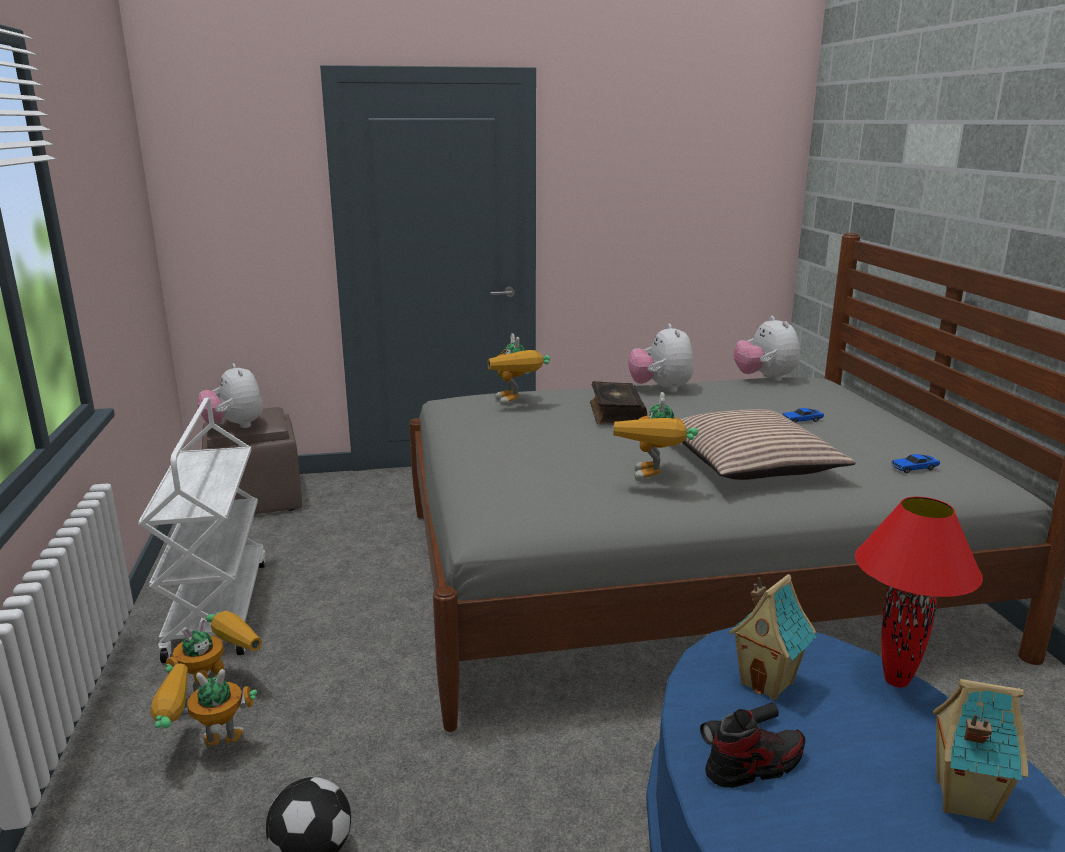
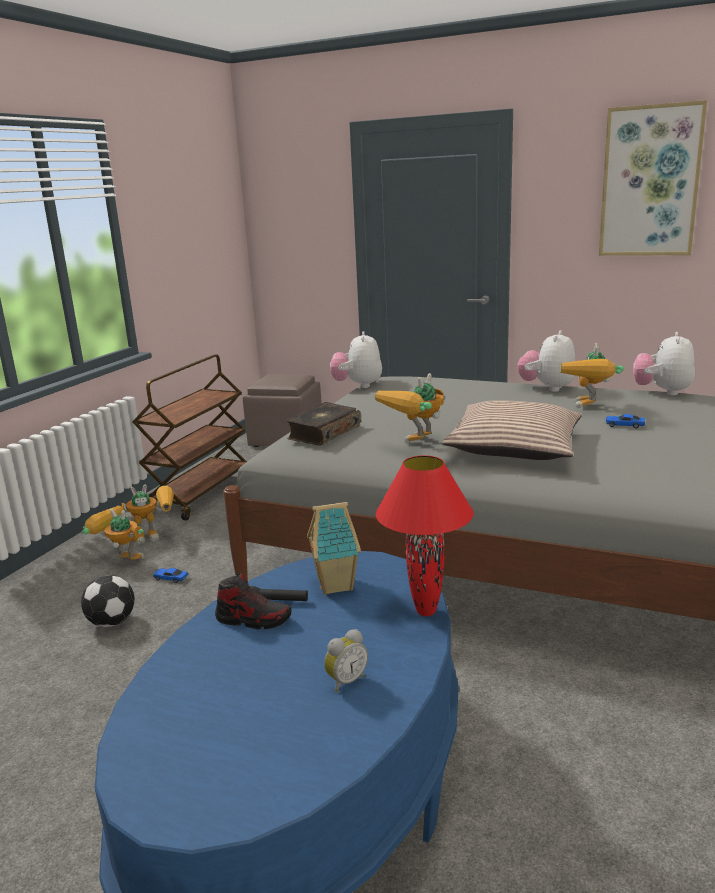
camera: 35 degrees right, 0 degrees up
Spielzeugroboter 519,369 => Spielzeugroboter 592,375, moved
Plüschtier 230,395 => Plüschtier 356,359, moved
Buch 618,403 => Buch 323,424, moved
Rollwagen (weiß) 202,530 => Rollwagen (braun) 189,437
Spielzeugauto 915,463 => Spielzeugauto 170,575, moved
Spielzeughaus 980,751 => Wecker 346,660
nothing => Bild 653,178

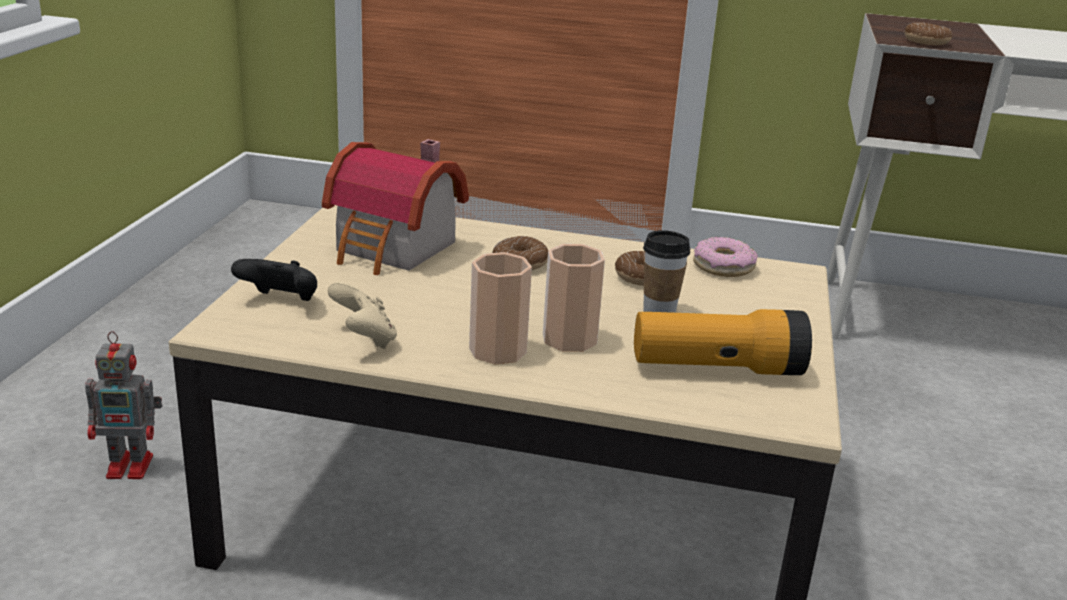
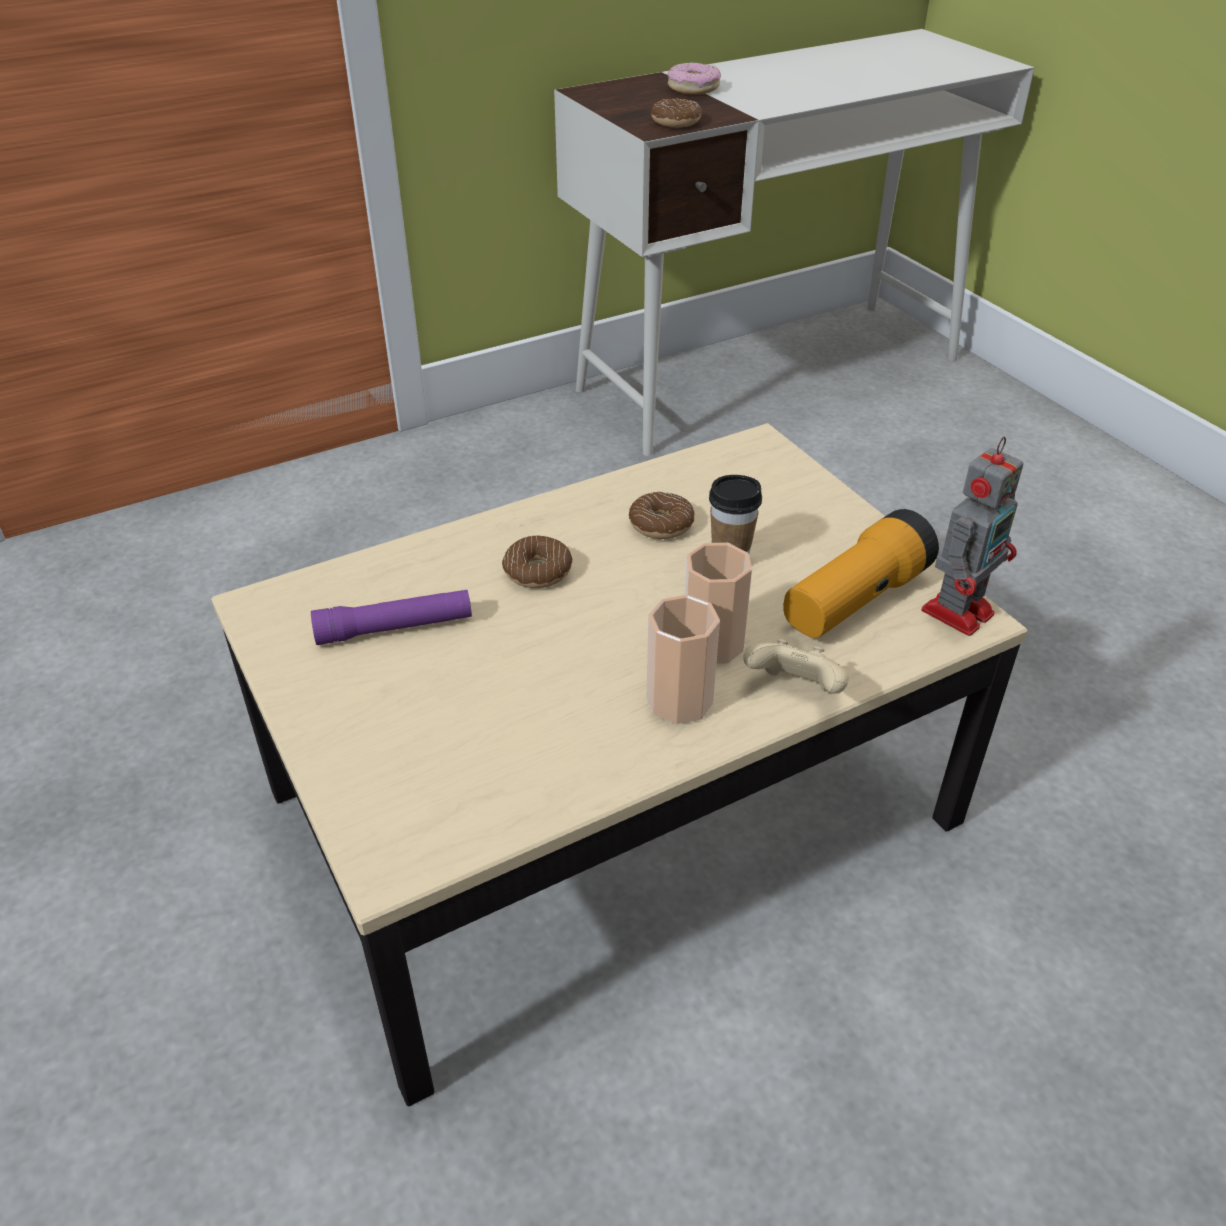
camera: 40 degrees left, 15 degrees up
Spielzeughaus 395,207 => Taschenlampe (lila) 391,617
Donut 725,257 => Donut 694,78, moved
Gamepad (schwarz) 274,280 => nothing
Gamepad (beige) 362,315 => Gamepad (beige) 796,666, moved
Spielzeugroboter 124,405 => Spielzeugroboter 972,536, moved

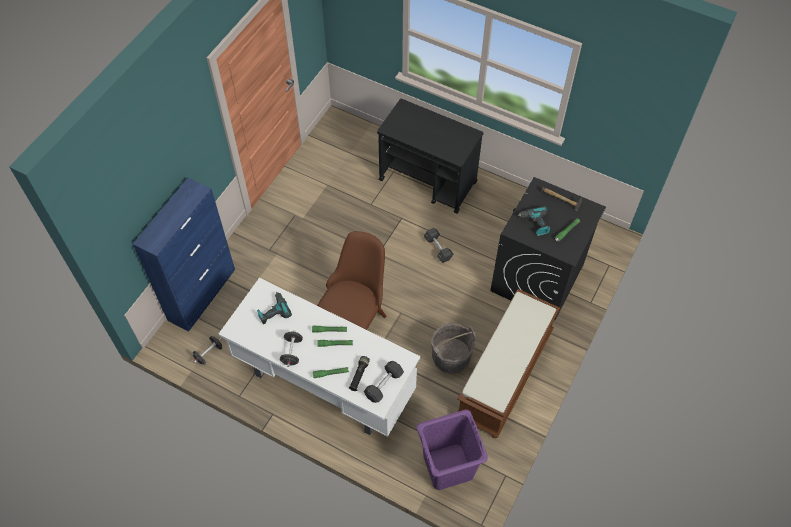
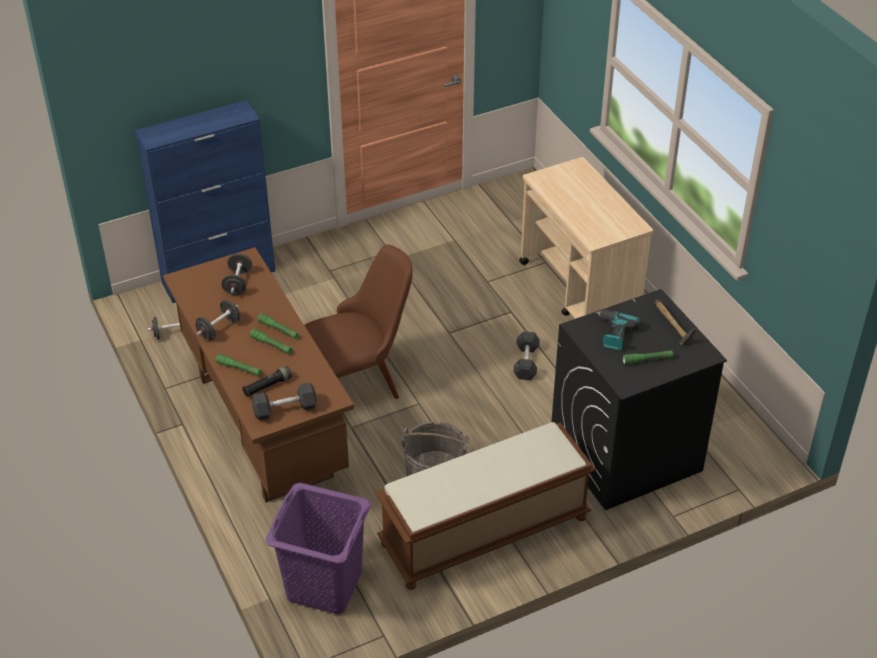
camera: 35 degrees right, 15 degrees down
Rollwagen (schwarz) 430,156 => Rollwagen (beige) 586,238
Schreibtisch (weiß) 319,357 => Schreibtisch (braun) 258,375
Bohrmaschine 274,308 => Hantel (schwarz) 237,274

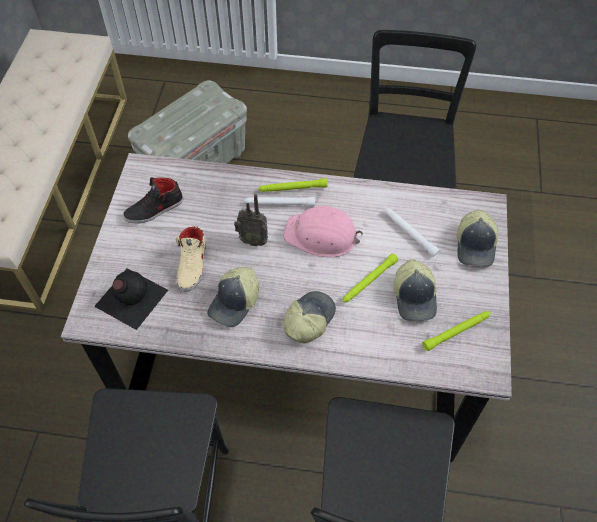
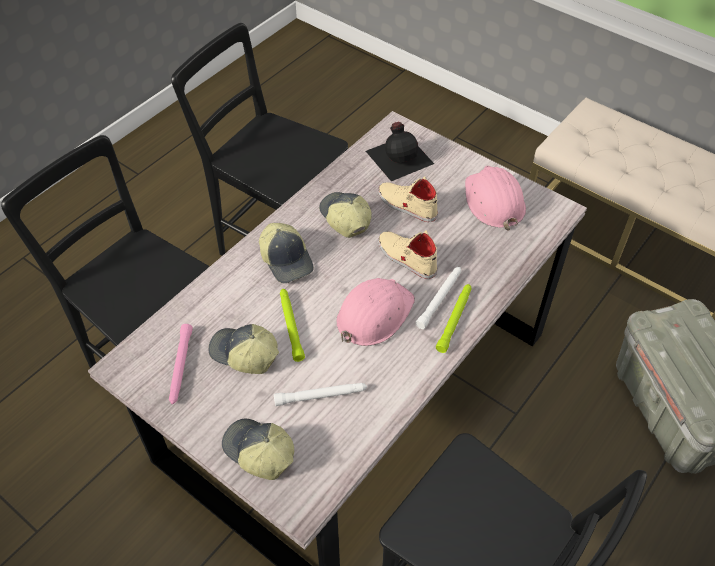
camera: 120 degrees right, 5 degrees down
Schuh (schwarz) 153,200 => Schutzhelm (rosa) 495,198
Radio 251,220 => Schuh (beige) 408,255
Taschenlampe (grün) 456,331 => Taschenlampe (rosa) 181,364

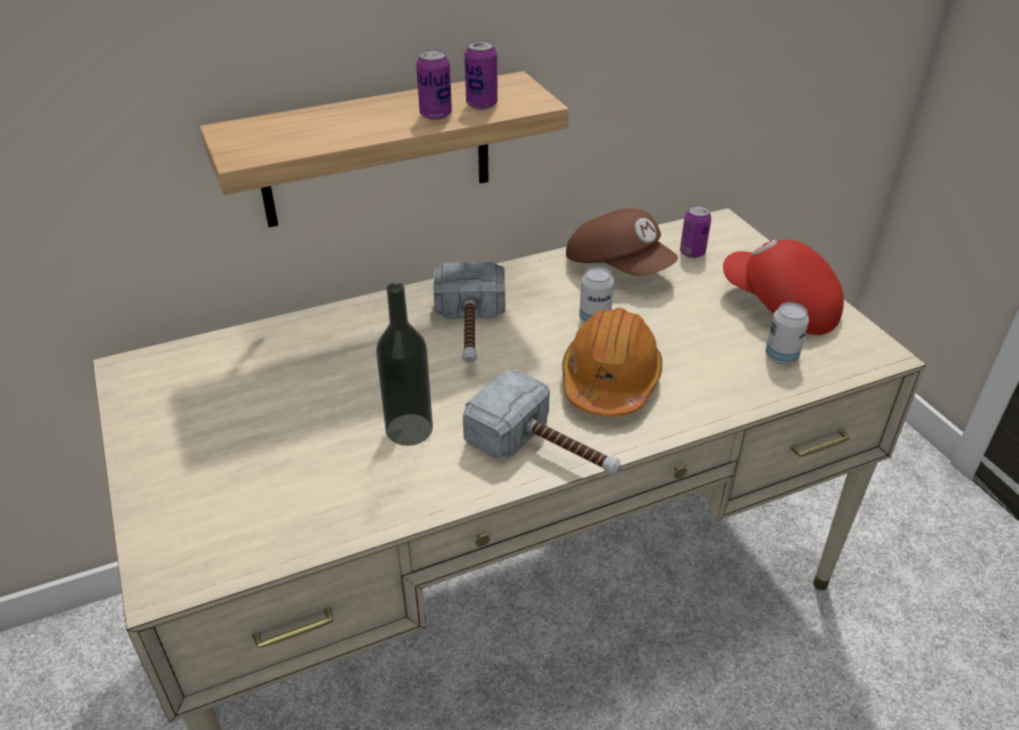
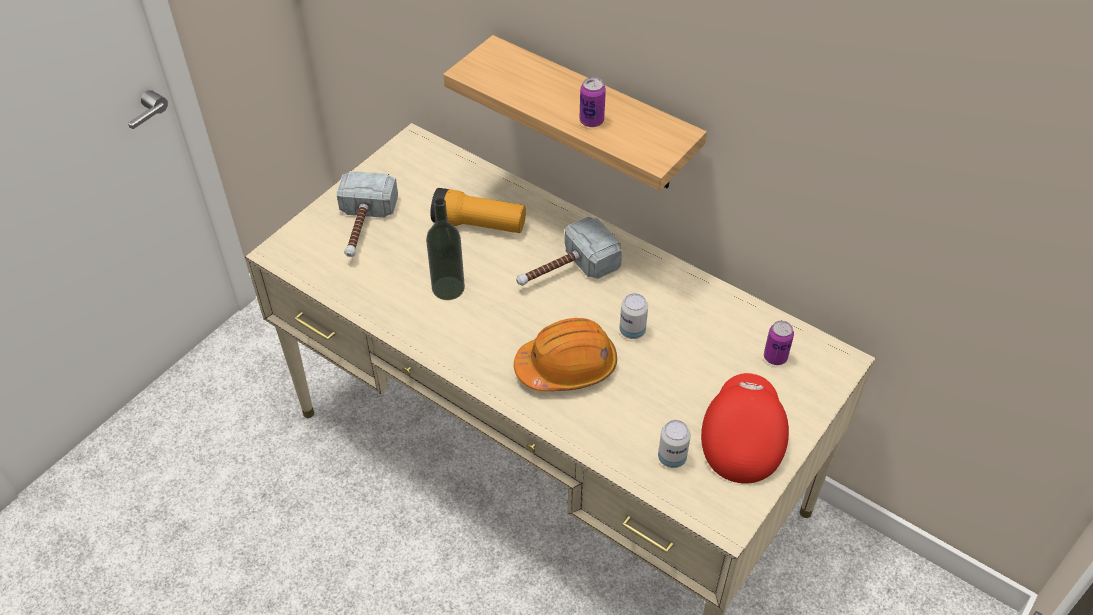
camera: 60 degrees right, 10 degrees up
Dose 481,74 => nothing
Kappe (braun) 622,242 => nothing
Hammer 542,422 => Hammer 367,214, moved
nothing => Taschenlampe 478,210

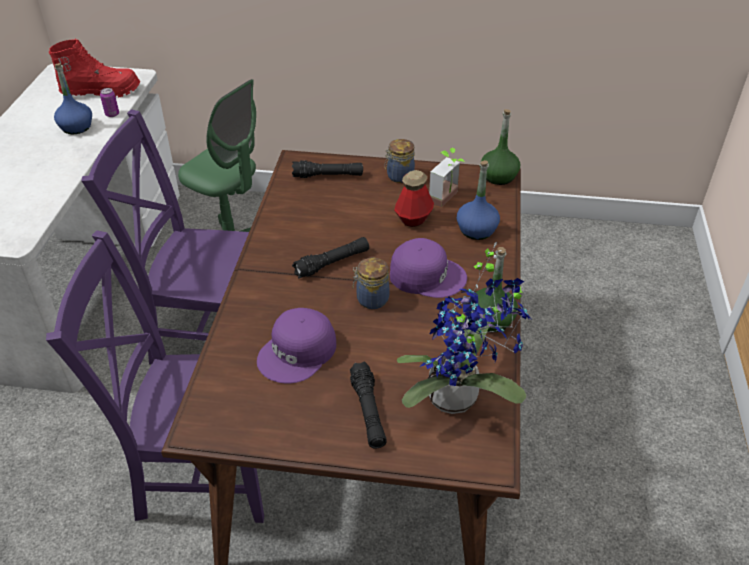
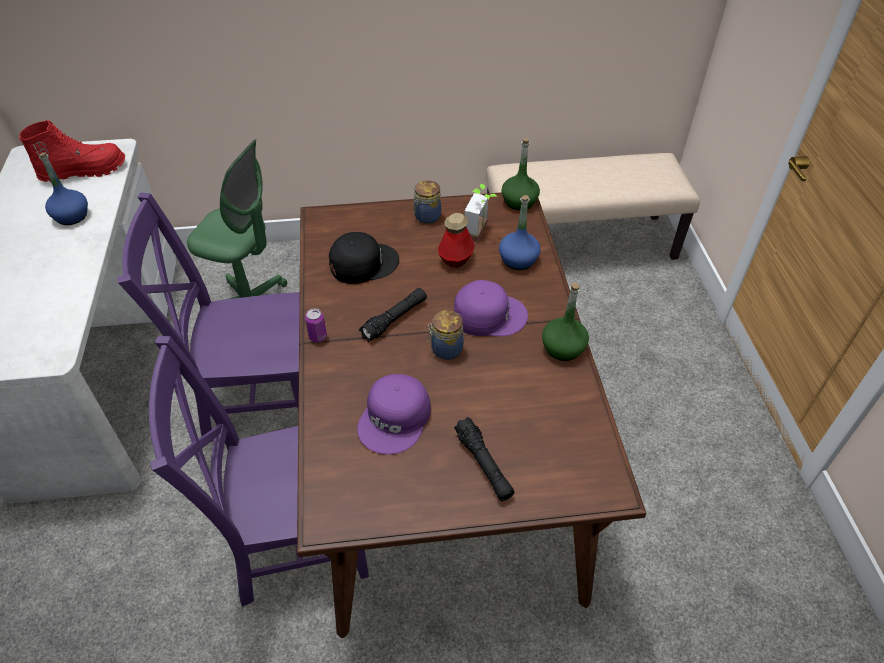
camera: 15 degrees left, 5 degrees up
Dose 109,102 => Dose 316,325, moved
Taschenlampe (schwarz) 327,169 => nothing
Topfpflanze 464,328 => nothing
nothing => Bank (beige) 593,206
nothing => Kappe (schwarz) 364,258

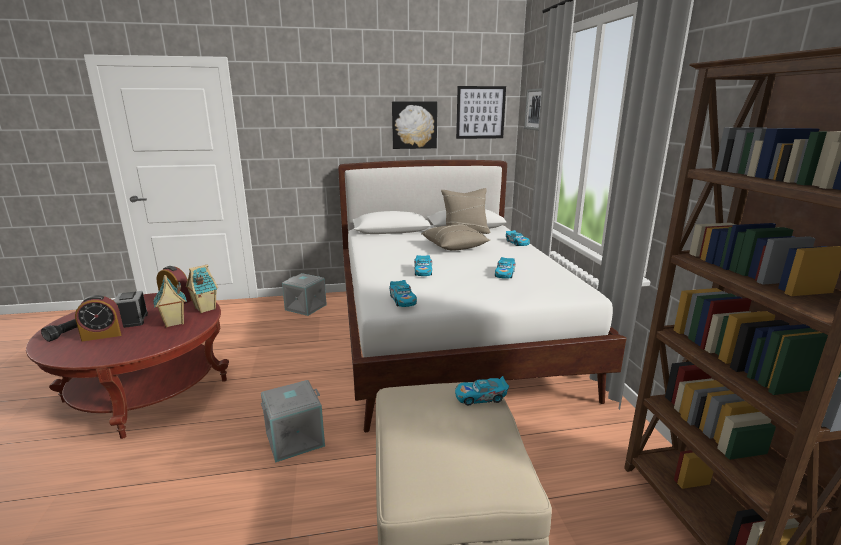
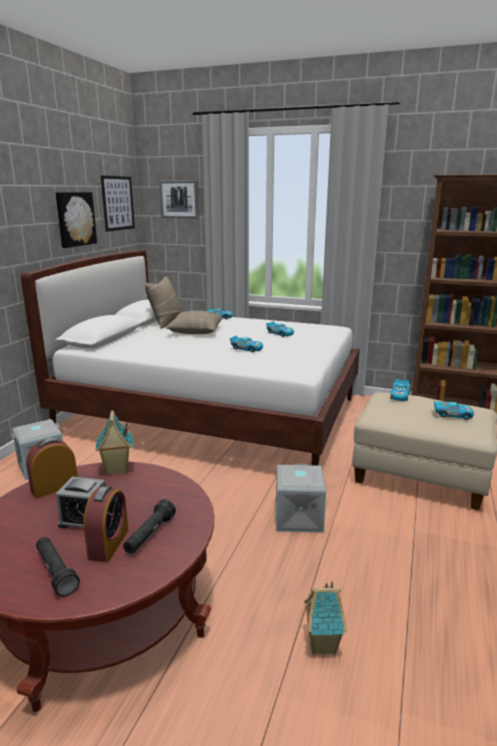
camera: 60 degrees left, 0 degrees up
Spielzeughaus 170,301 => Spielzeughaus 325,618, moved
Spielzeugauto 403,293 => Spielzeugauto 454,410, moved
nothing => Taschenlampe (schwarz) 149,526

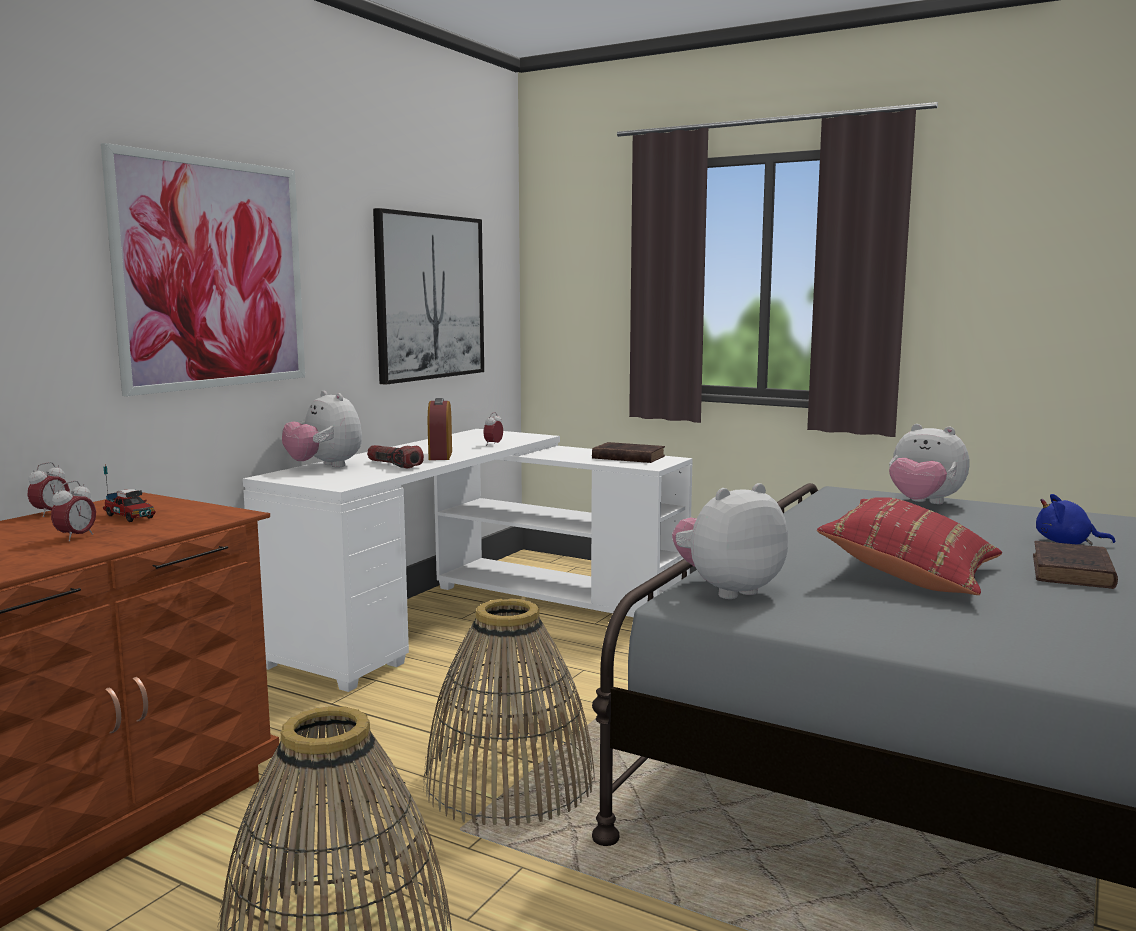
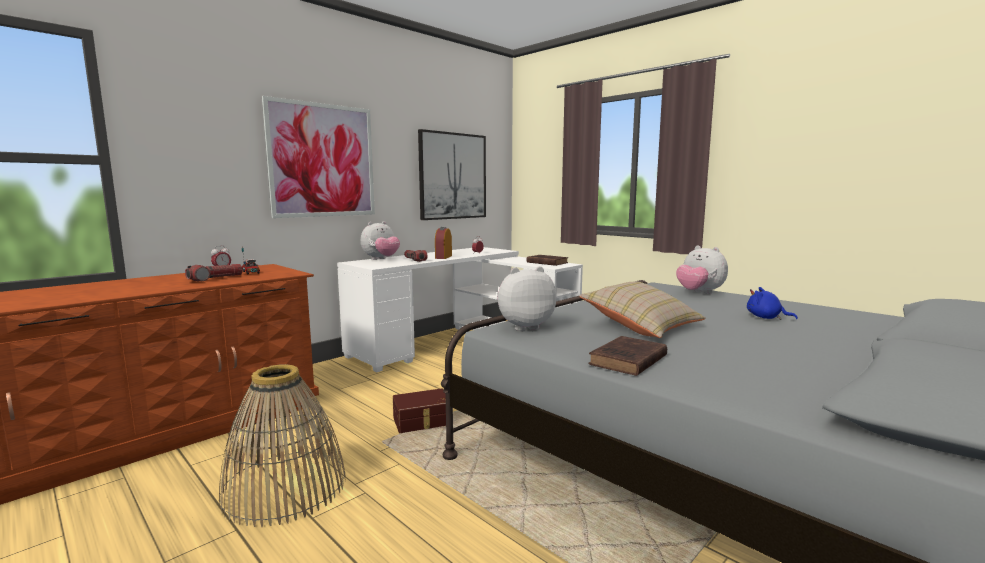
camera: 15 degrees right, 0 degrees up
Plüschtier 322,429 => Plüschtier 380,240, 105 degrees counterclockwise
Wecker 73,511 => Taschenlampe 214,273
Kissen (rot) 909,546 => Kissen (beige) 642,309
Buch (braun) 1075,565 => Buch (braun) 627,356, moved
Korb 509,712 => Aufbewahrungsbox (braun) 419,411

